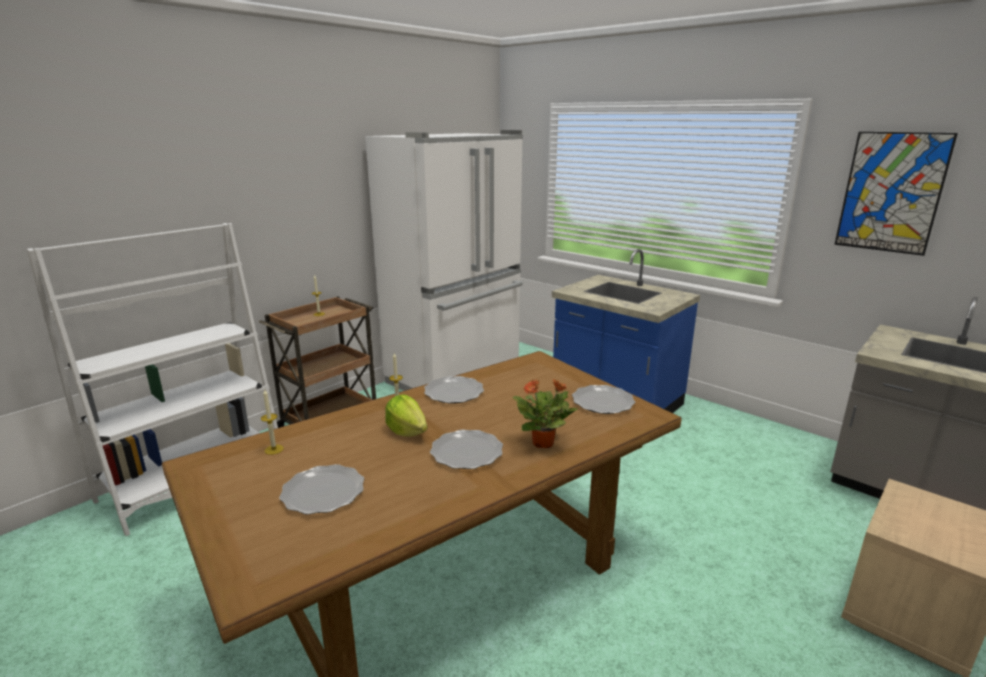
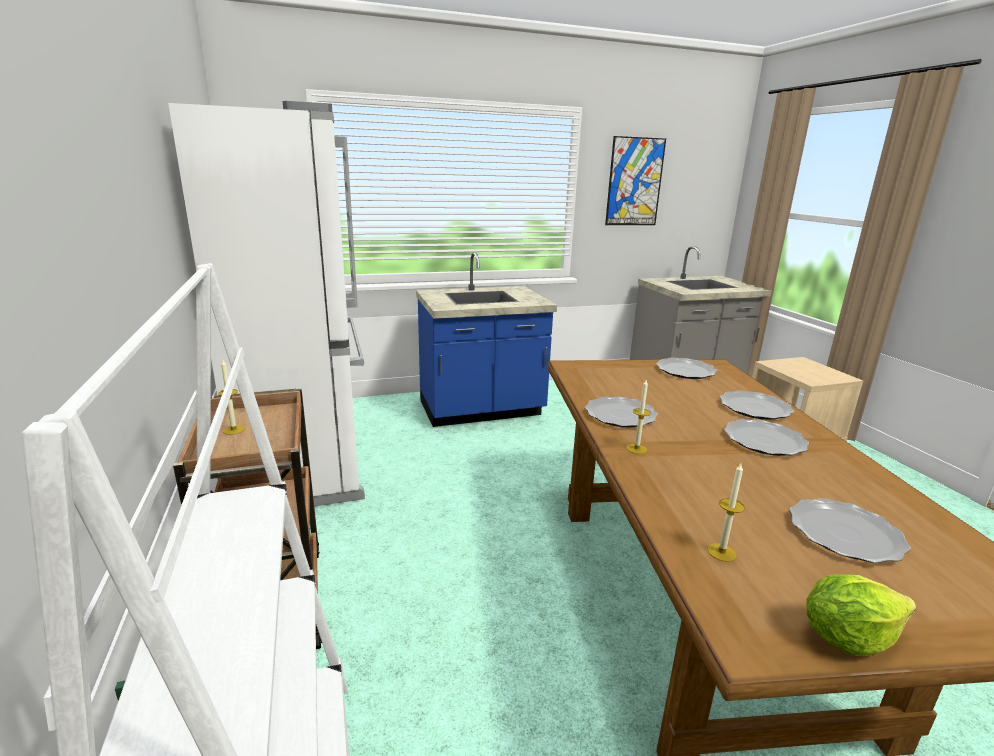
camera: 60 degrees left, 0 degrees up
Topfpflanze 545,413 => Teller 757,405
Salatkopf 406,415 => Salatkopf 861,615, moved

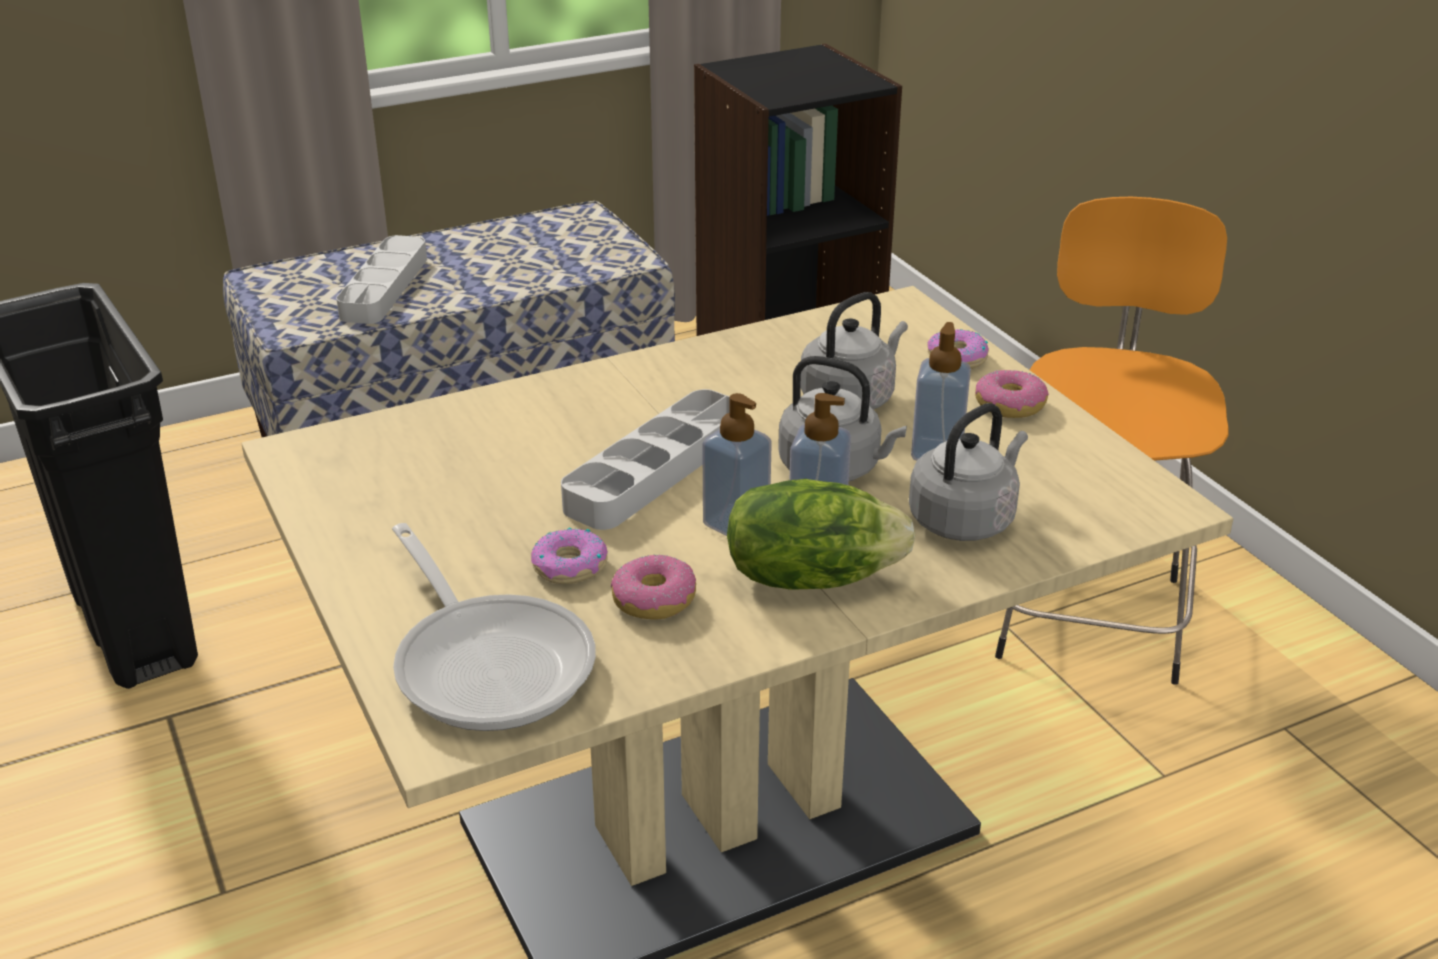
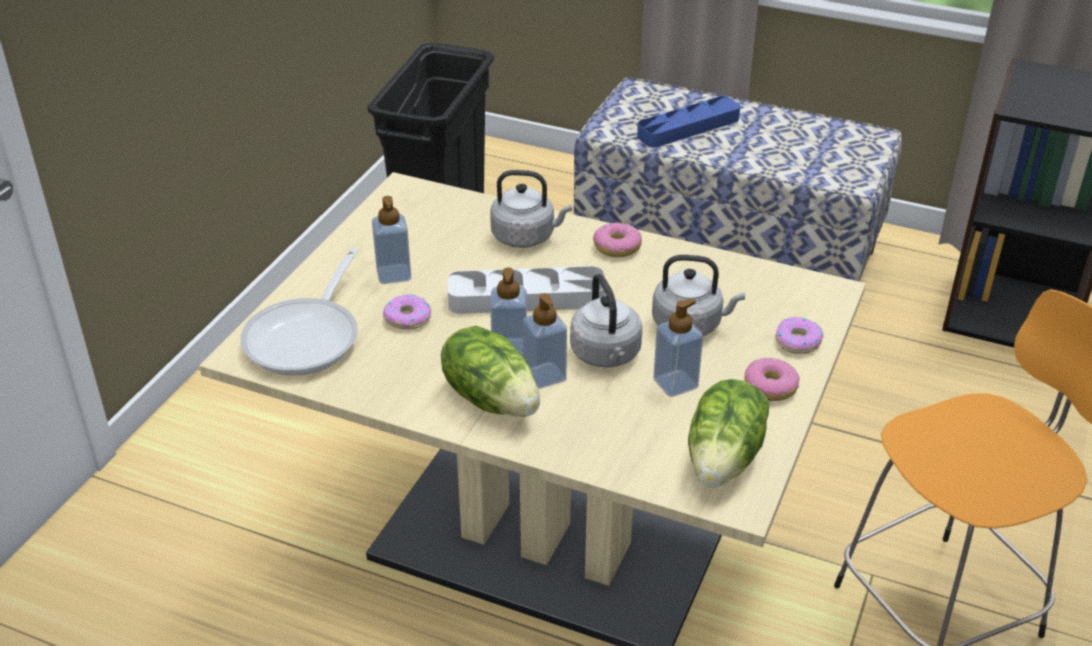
camera: 50 degrees right, 5 degrees up
Tablett (grau) 381,279 => Tablett (blau) 688,121
Wasserkessel (grau) 968,472 => Wasserkessel (grau) 531,209, moved
Donut 653,586 => Donut 617,240, moved
nothing => Seifenspender 391,240
nothing => Salatkopf 728,433

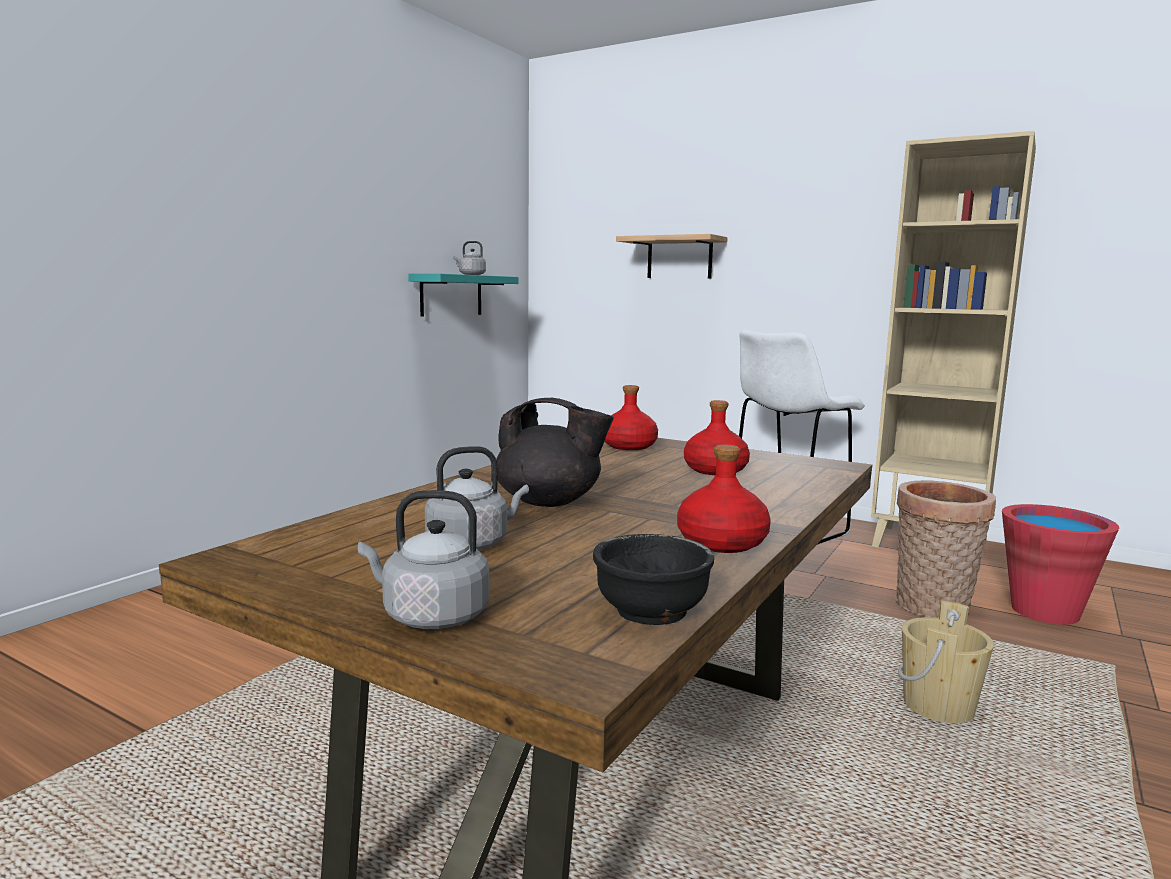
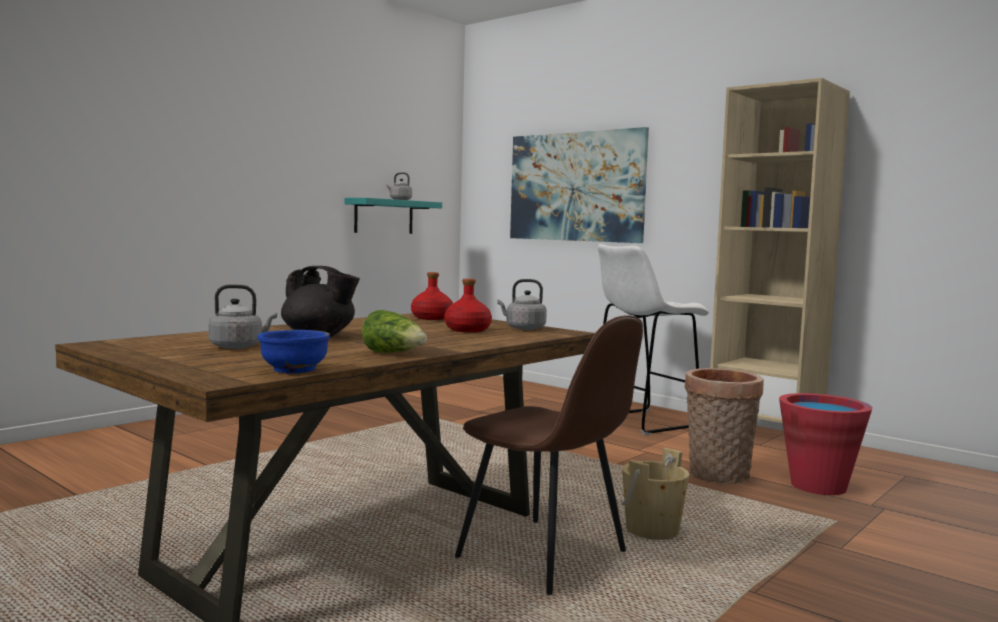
camera: 10 degrees right, 5 degrees down
Wandregal 672,256 => Bild 579,185
Flasche (rot) 724,499 => Salatkopf 394,331
Wasserkessel (grau) 423,559 => Wasserkessel (grau) 522,304, moved
Schüssel (schwarz) 653,579 => Schüssel (blau) 294,351
nothing => Stuhl (braun) 549,455

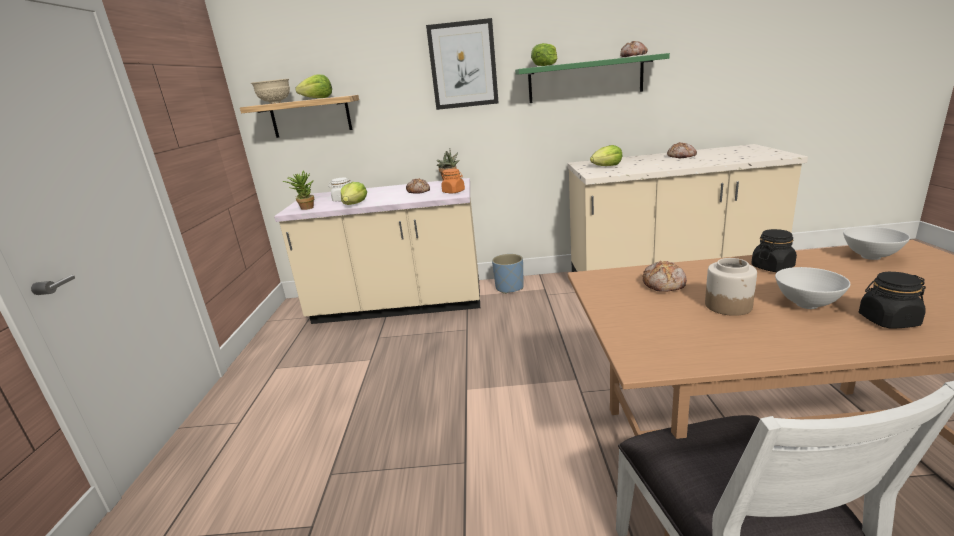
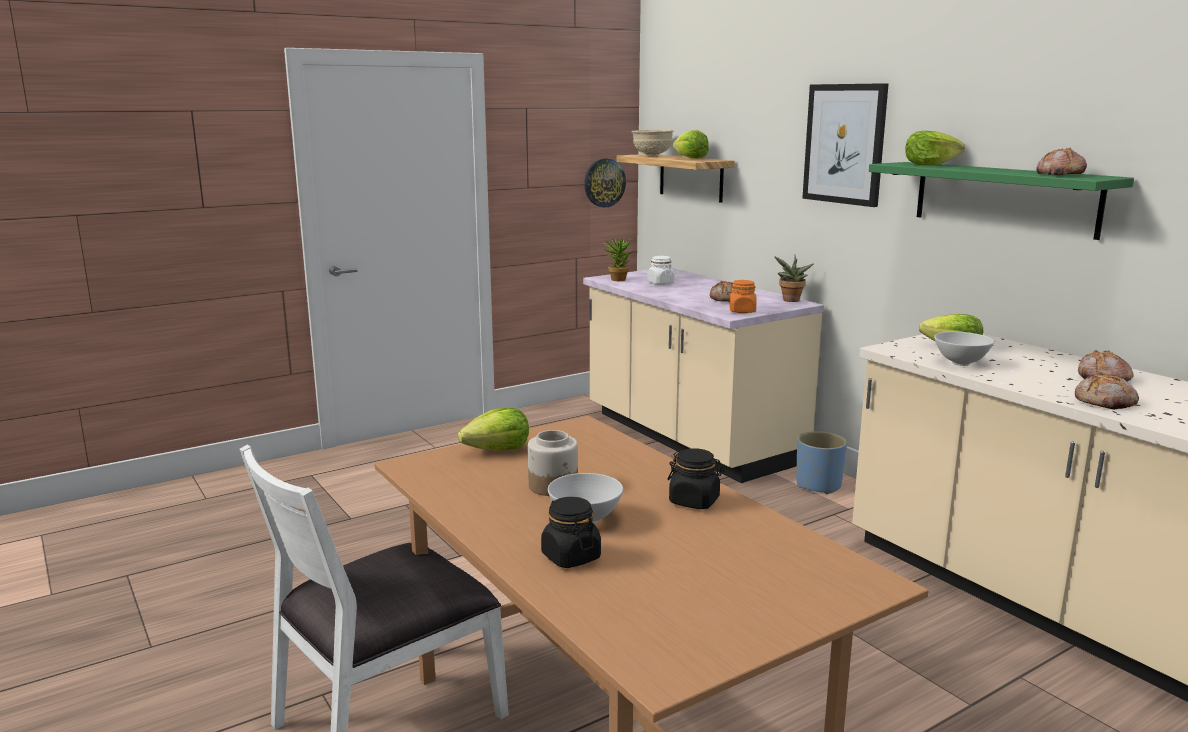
camera: 55 degrees right, 5 degrees down
Salatkopf 354,193 => Salatkopf 493,429, moved
Schüssel (weiß) 876,243 => Schüssel (weiß) 964,349, moved
Brot 665,276 => Brot 1107,391, moved
nothing => Wanduhr 605,182

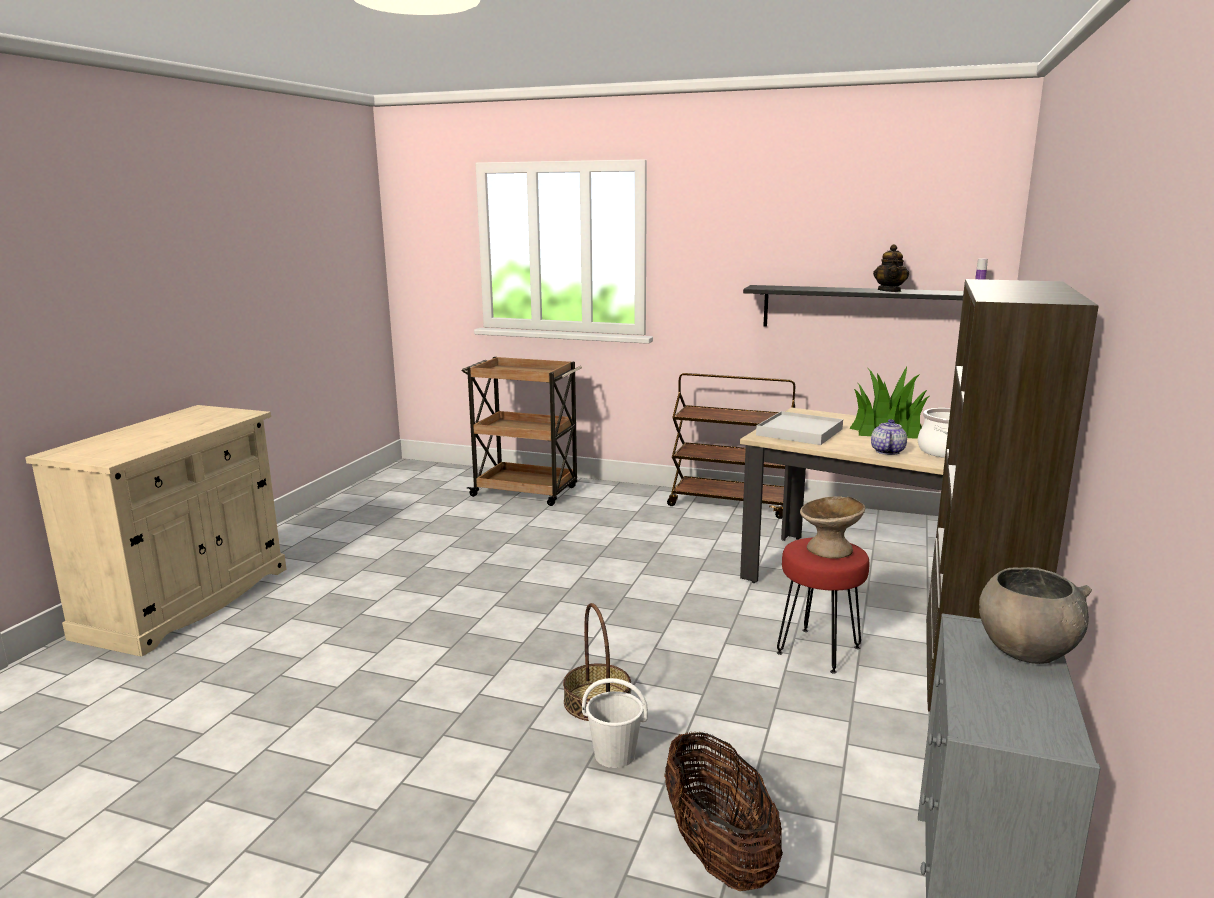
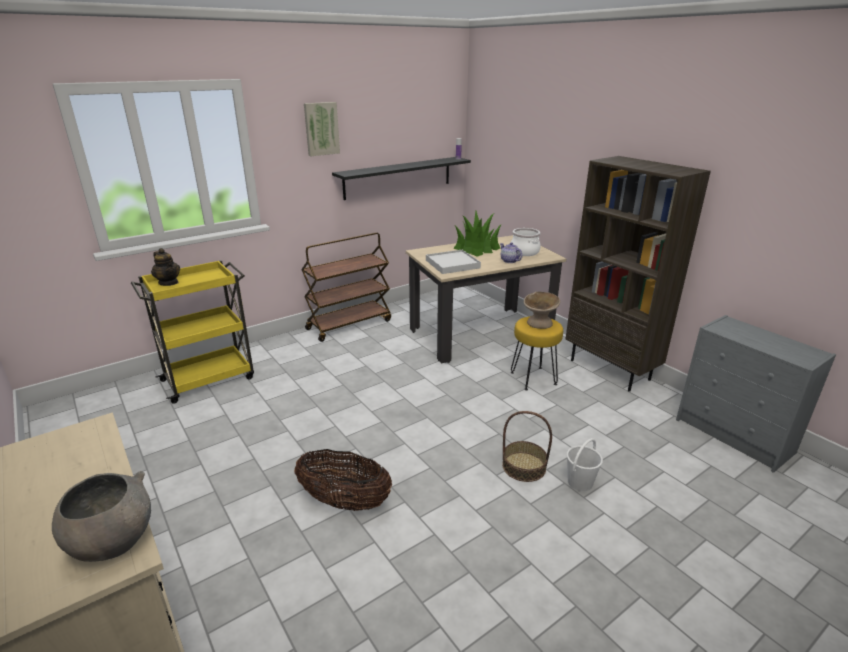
camera: 55 degrees left, 10 degrees up
Teekanne 891,268 => Teekanne 165,267, moved
Rollwagen (braun) 521,431 => Rollwagen (gelb) 192,332
Hocker (rot) 823,606 => Hocker (gelb) 537,353
Schüssel (grau) 1035,615 => Schüssel (grau) 101,516, moved
Korb 723,811 => Korb 343,480, moved
nothing => Bild 322,129

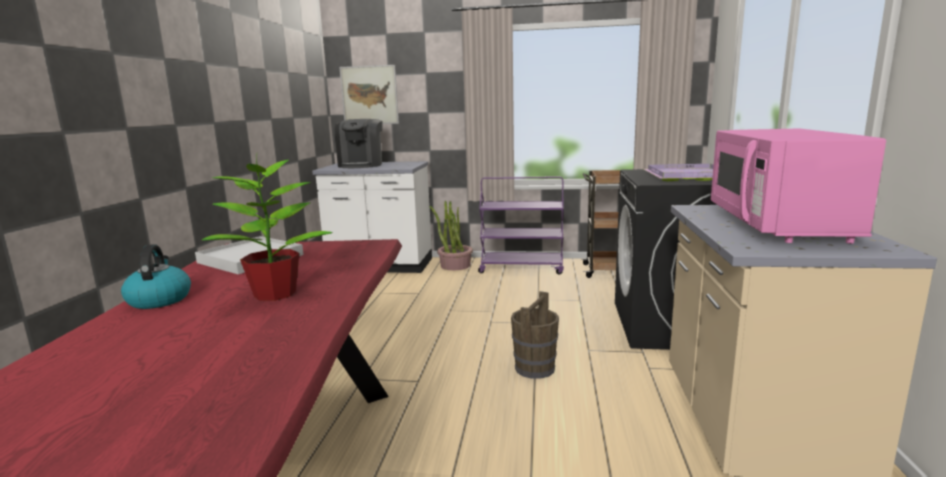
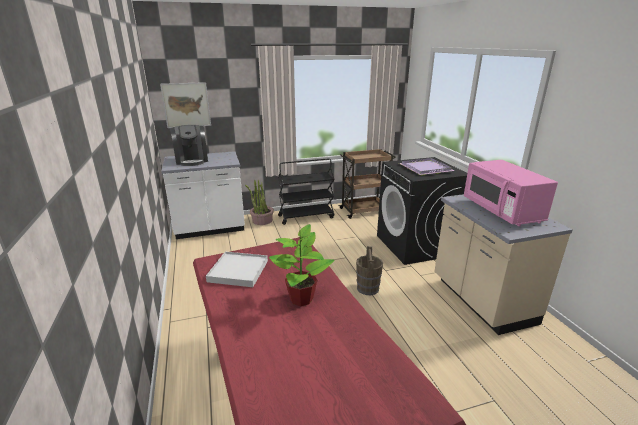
camera: 25 degrees left, 10 degrees up
Rollwagen (lila) 521,225 => Rollwagen (schwarz) 306,191
Wasserkessel 156,276 => nothing

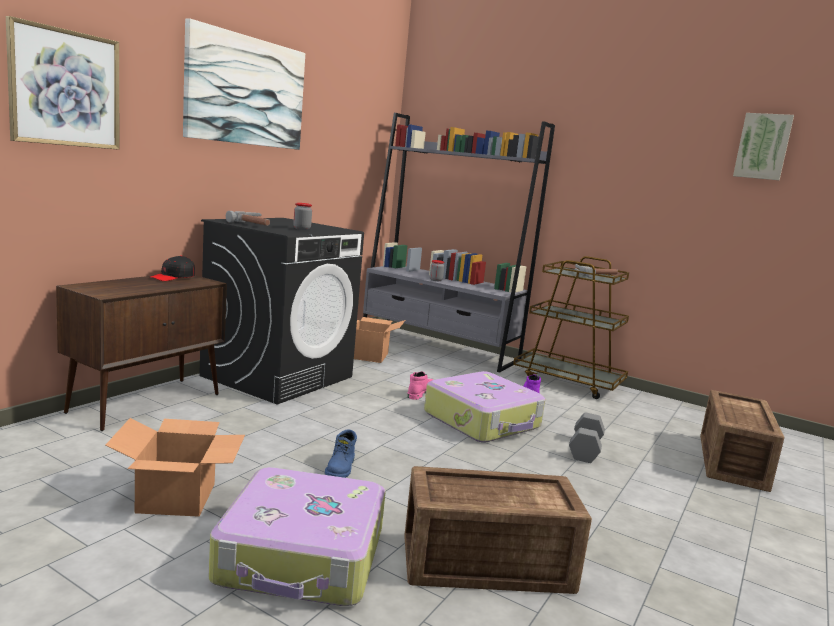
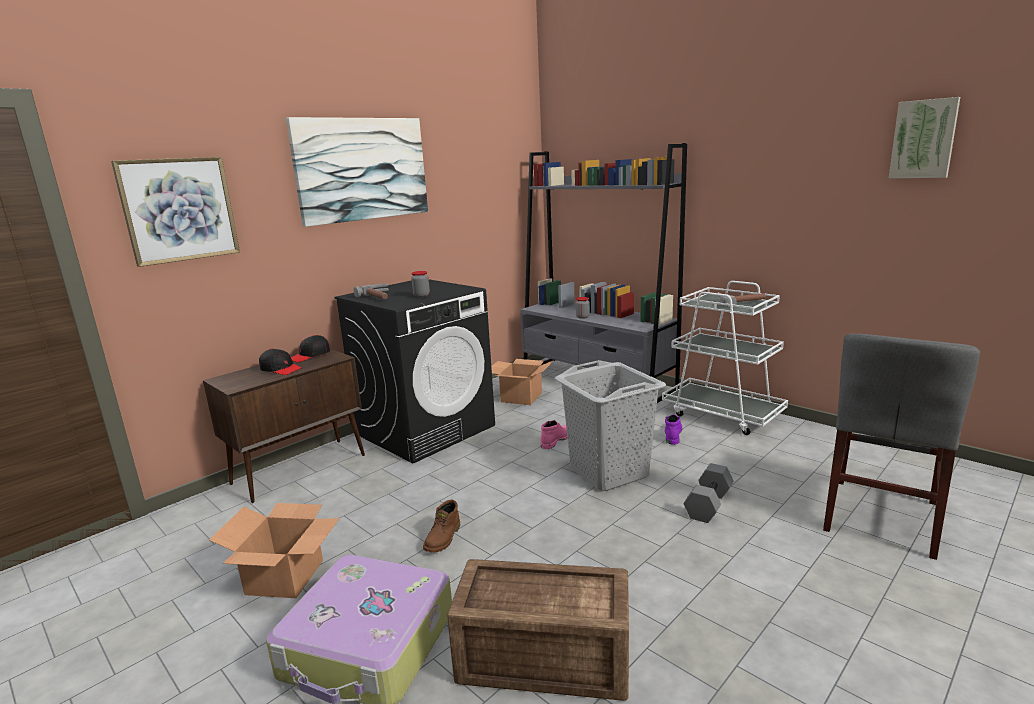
camera: 15 degrees right, 5 degrees up
Rollwagen (braun) 571,327 => Rollwagen (weiß) 725,358
Koffer 485,407 => Wäschekorb (grau) 610,425
Kiste 742,441 => Stuhl (grau) 901,446
Stiefel (blau) 341,453 => Stiefel (braun) 441,526
nothing => Kappe (schwarz) 280,362

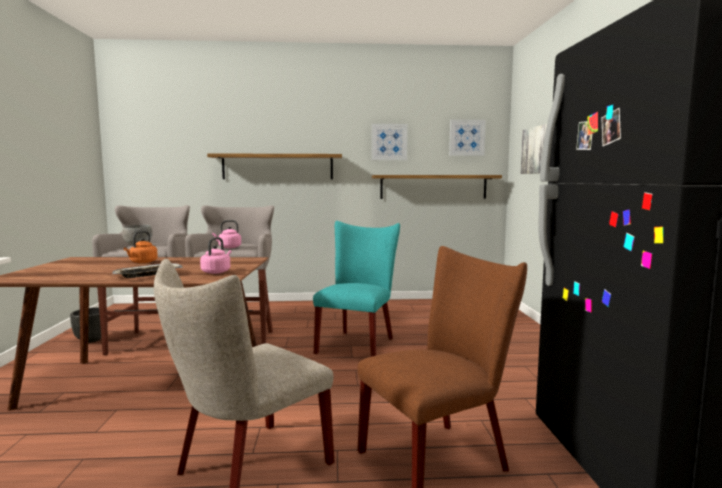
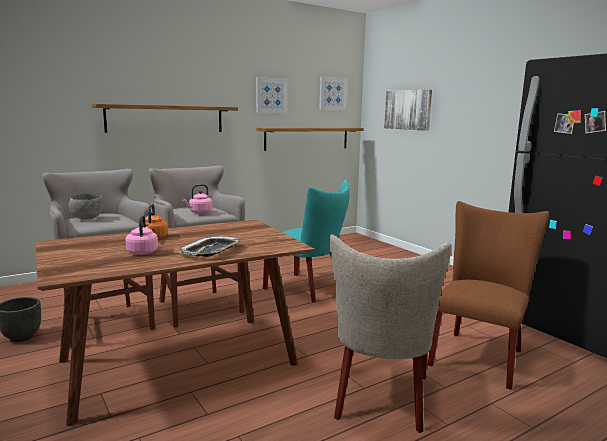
camera: 30 degrees left, 5 degrees up
Stuhl (türkis) 356,289 => Stuhl (türkis) 306,241, 135 degrees clockwise
Wasserkessel (rosa) 216,255 => Wasserkessel (rosa) 141,235, moved

